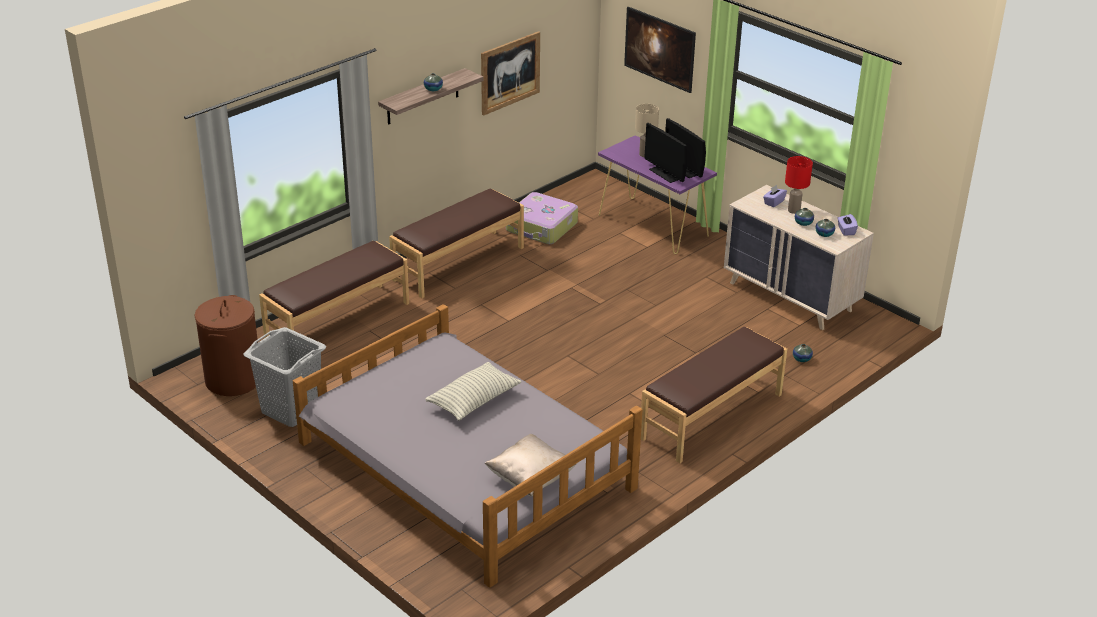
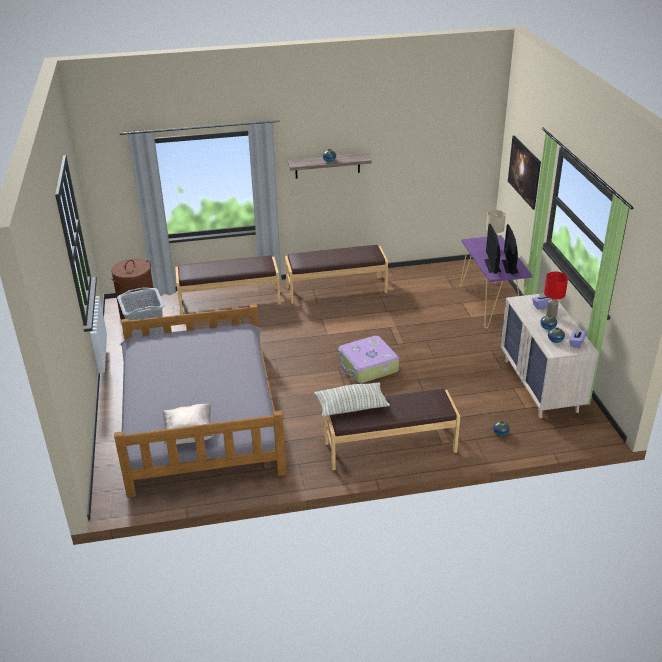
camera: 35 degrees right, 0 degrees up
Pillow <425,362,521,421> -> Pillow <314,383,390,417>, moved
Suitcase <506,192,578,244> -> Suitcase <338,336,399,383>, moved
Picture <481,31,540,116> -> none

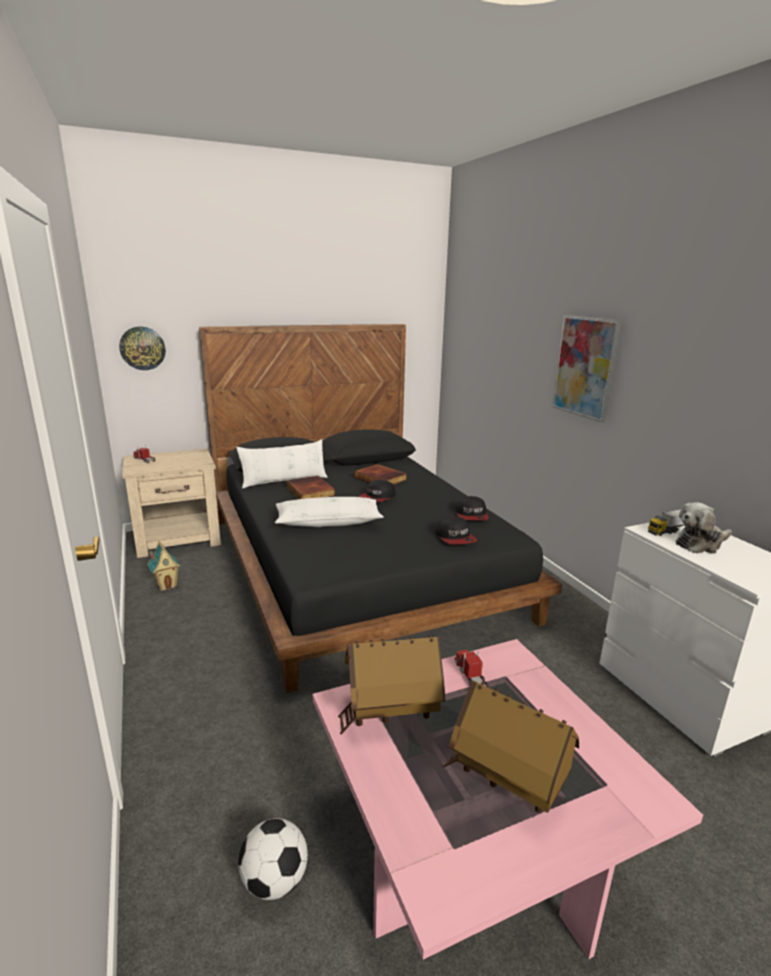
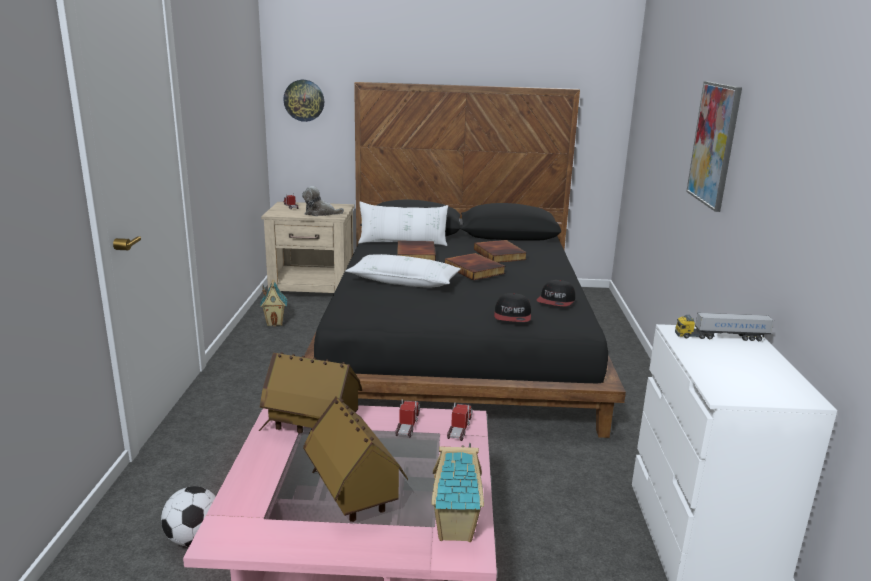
camera: 25 degrees right, 0 degrees up
PlushToy <675,502,732,553> -> PlushToy <302,186,344,216>, moved
none -> ToyHouse <431,443,484,542>
Cap <358,480,396,502> -> Book <445,253,505,280>
none -> ToyTruck <447,402,472,441>

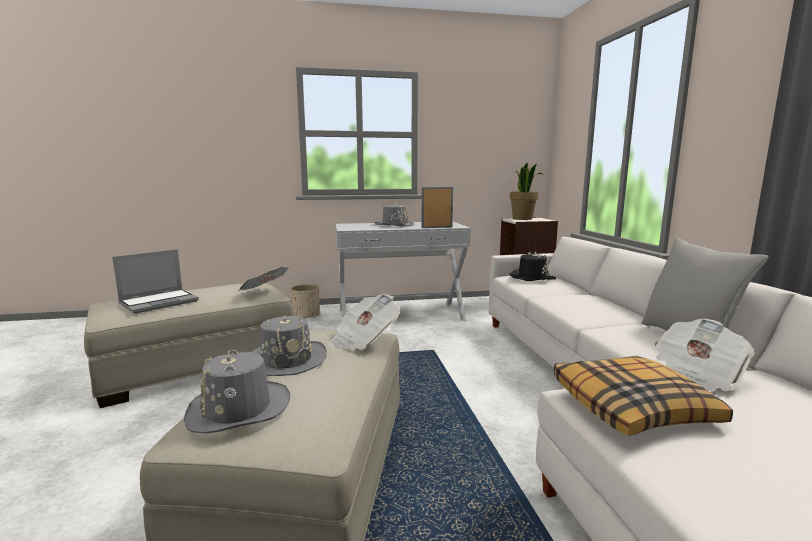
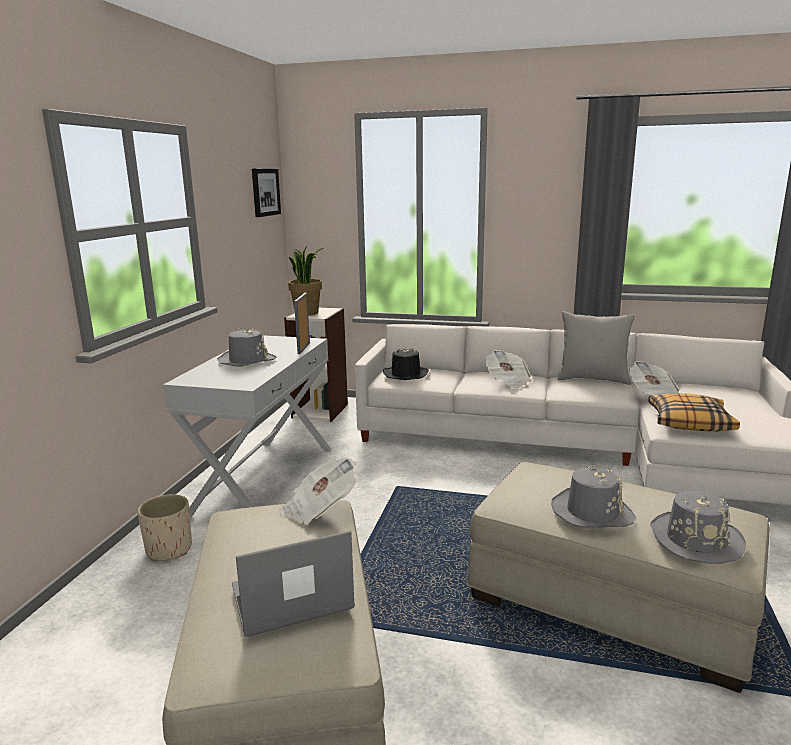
camera: 65 degrees left, 5 degrees up
Laptop <112,249,199,314> -> Laptop <232,531,355,637>, 90 degrees counterclockwise
none -> Picture <252,169,281,217>
Newspaper <328,294,400,350> -> Newspaper <485,350,532,389>, moved

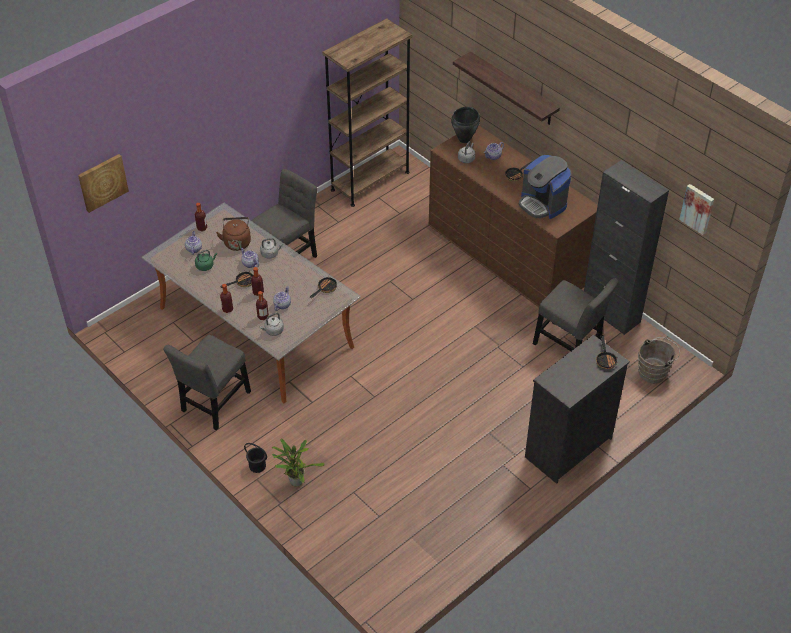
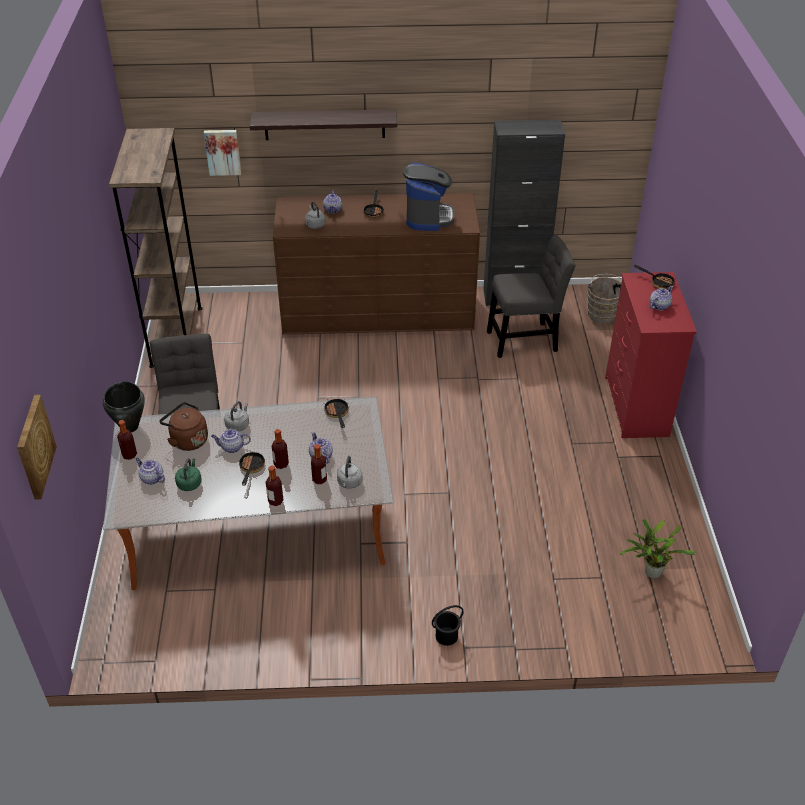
camera: 50 degrees left, 5 degrees down
BlackCookingPot <451,107,480,143> -> BlackCookingPot <103,381,145,432>, moved
Picture <679,184,714,235> -> Picture <204,130,241,176>, moved
CoffeeMachine <518,155,571,219> -> CoffeeMachine <403,163,454,231>, 90 degrees counterclockwise
BlackDresser <525,335,630,484> -> RedDresser <605,272,697,438>
PottedPlant <272,438,325,486> -> PottedPlant <619,519,696,579>, moved
none -> Teapot <650,286,673,310>
GreyChair <163,335,251,431> -> none

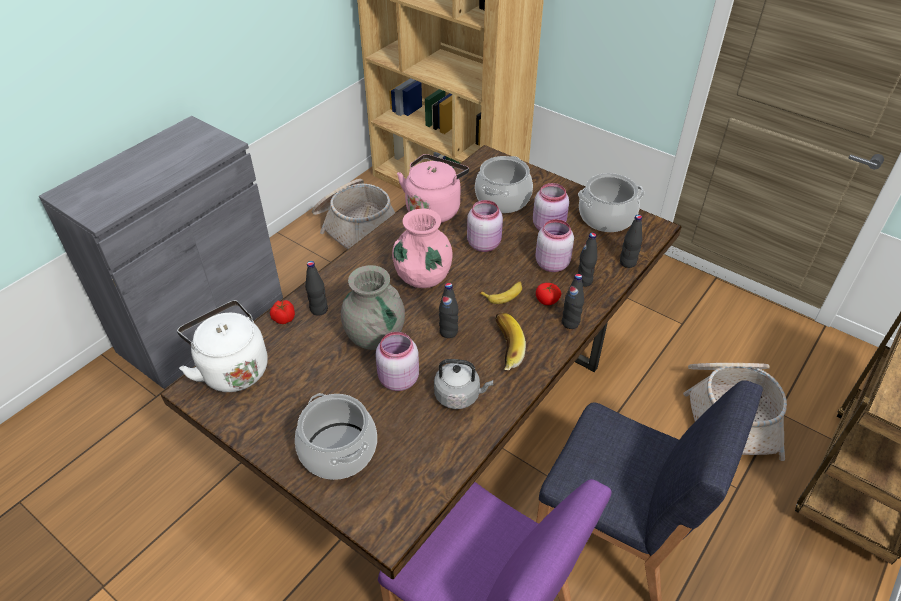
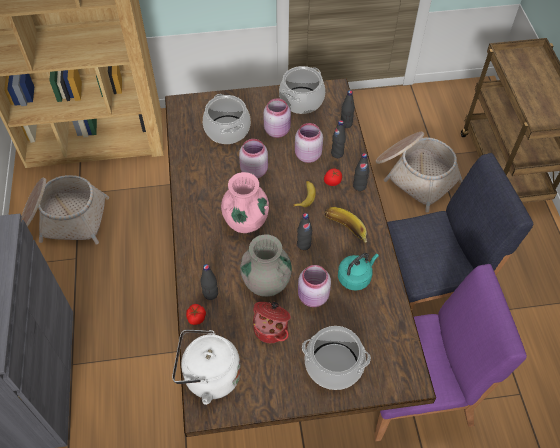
camera: 45 degrees left, 10 degrees up
none -> CookingPot <253,302,291,343>
GreyKettle <434,359,493,409> -> TurquoiseKettle <338,253,379,290>
PinkKettle <397,154,469,223> -> none

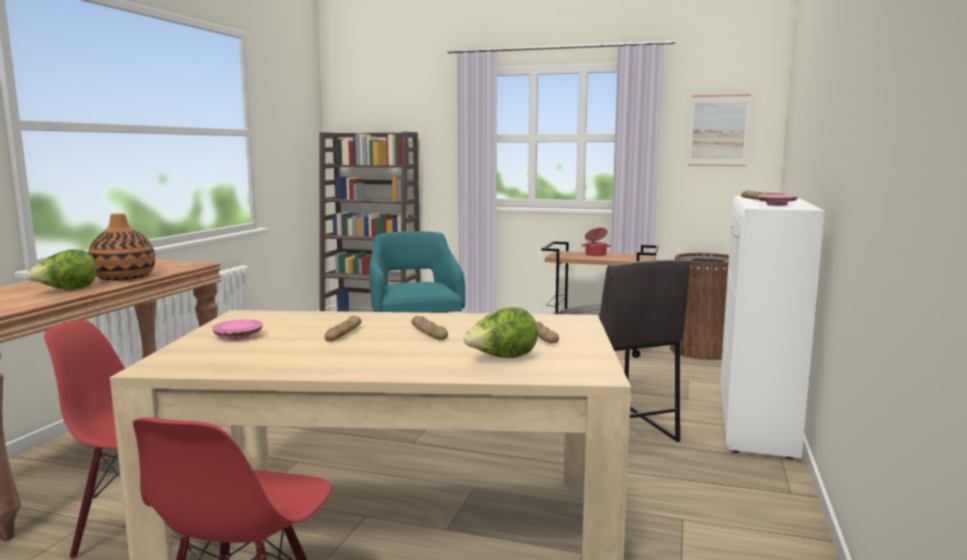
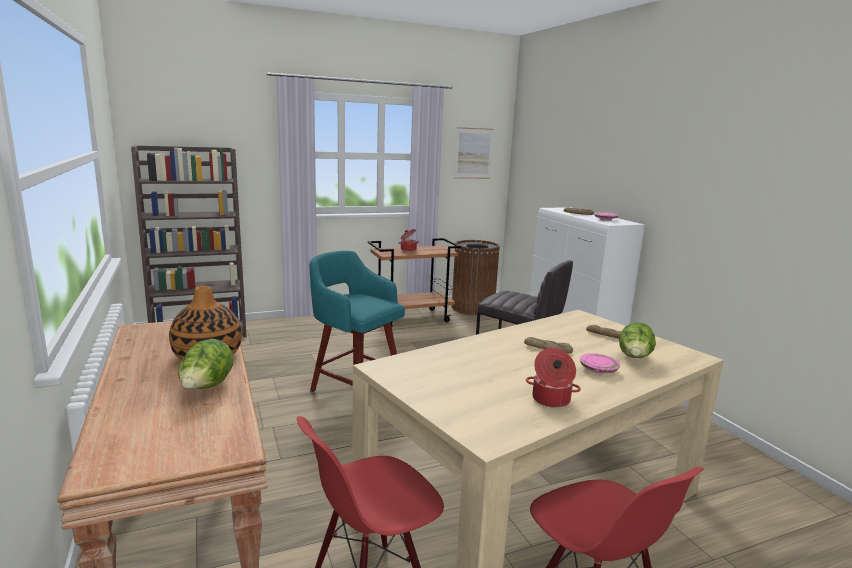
camera: 40 degrees left, 5 degrees up
none -> CookingPot <526,348,581,408>
PinkPlate <212,319,263,340> -> PinkPlate <580,353,620,374>, moved
Bread <325,316,362,342> -> none

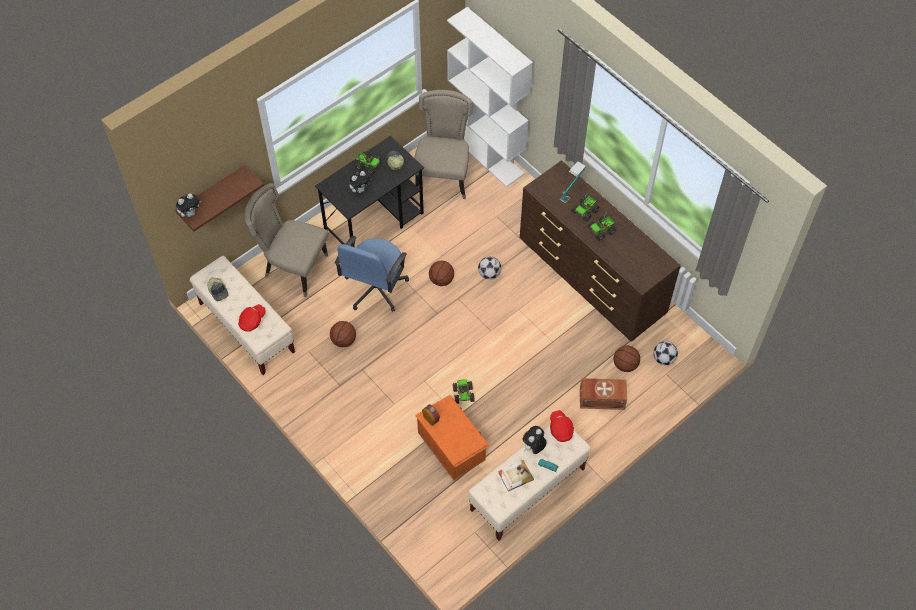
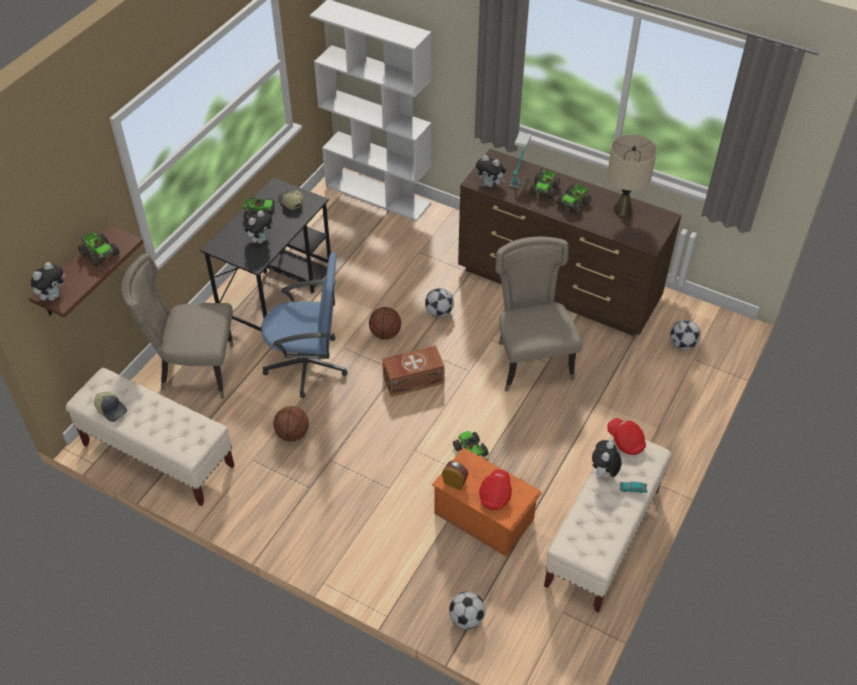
camera: 20 degrees left, 10 degrees down
none -> ToyTruck <78,232,120,267>
BlueOfficeChair <335,236,409,312> -> BlueOfficeChair <261,253,348,398>, 90 degrees counterclockwise
BrownStorageBox <580,378,627,410> -> BrownStorageBox <382,346,445,397>, moved
none -> Football <449,592,486,629>
none -> PlushToy <476,155,506,187>
RedCap <238,304,265,332> -> RedCap <479,469,512,510>, moved
BeigeChair <414,90,473,199> -> BeigeChair <495,236,582,392>, moved
none -> BeigeTableLamp <607,134,657,216>
Book <498,460,534,492> -> none
Basketball <614,345,640,372> -> none

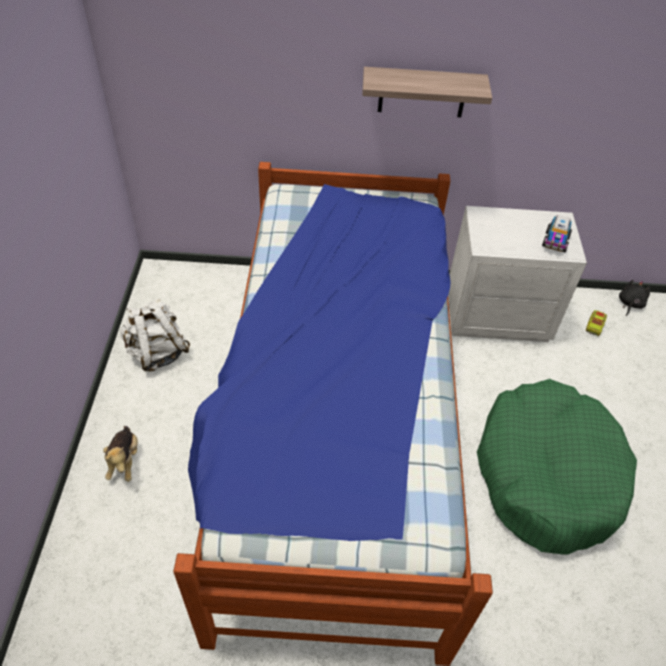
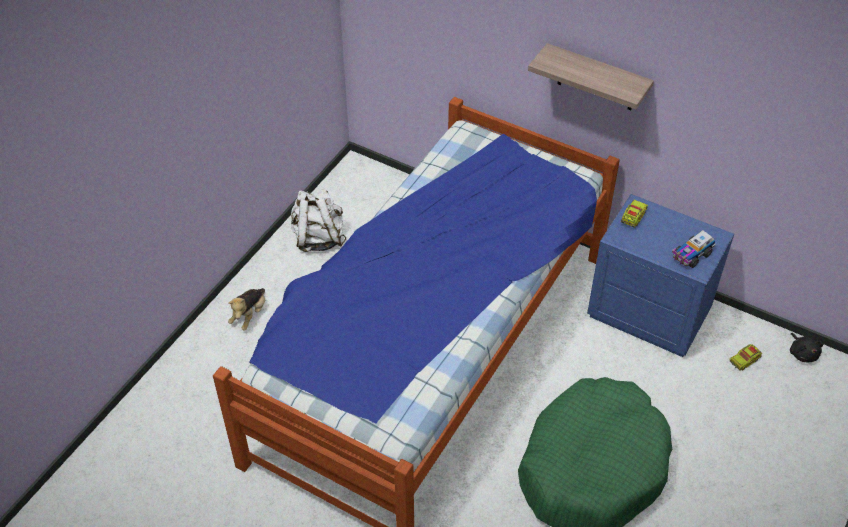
camera: 30 degrees right, 0 degrees up
WhiteNightstand <448,206,587,342> -> BlueNightstand <587,194,734,357>
none -> ToyTruck <621,200,648,228>
BlackPlushToy <619,280,650,316> -> BlackPlushToy <790,333,823,362>, 105 degrees clockwise

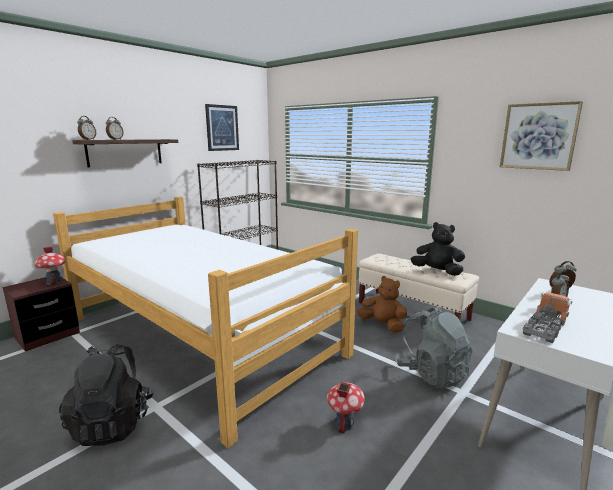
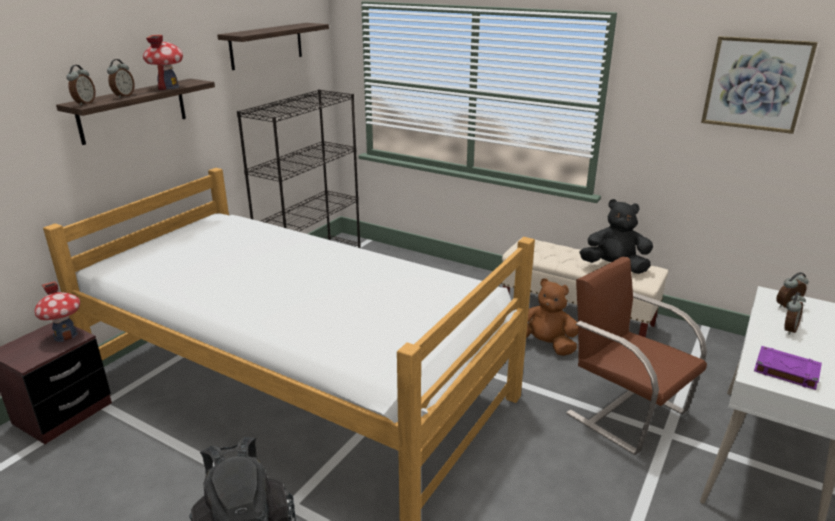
camera: 10 degrees left, 10 degrees up
ToyHouse <327,382,365,434> -> ToyHouse <143,35,183,90>, moved
Picture <205,104,239,151> -> Shelf <217,23,329,70>
GreyBackpack <395,306,472,389> -> BrownChair <566,257,707,455>
ToyTruck <523,292,572,343> -> PurpleBook <754,346,822,390>

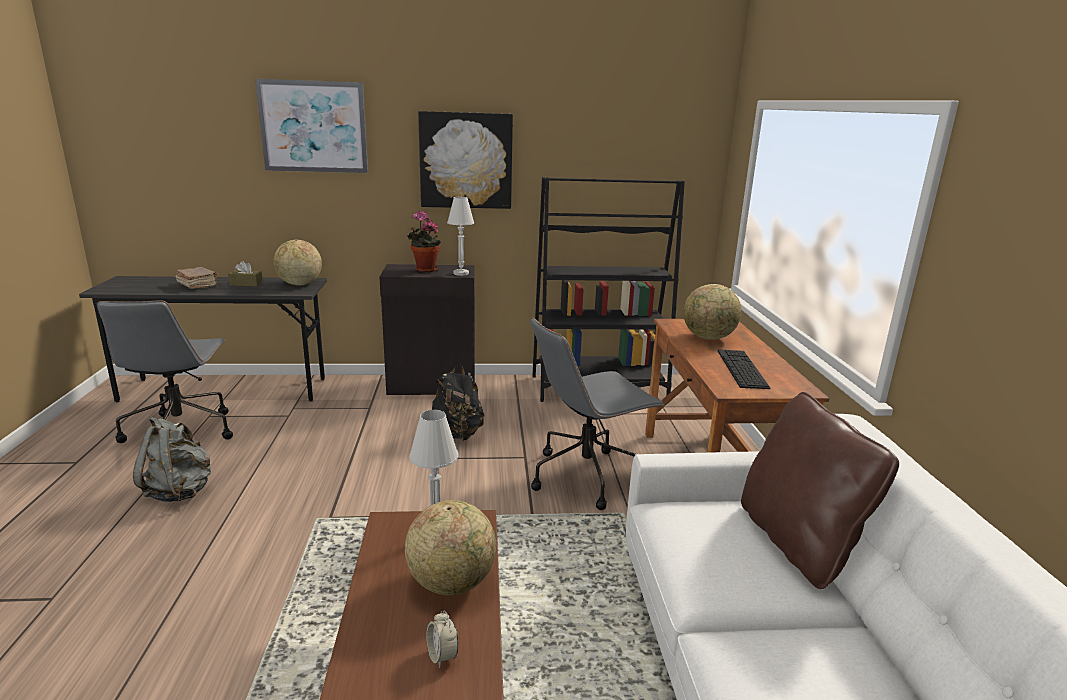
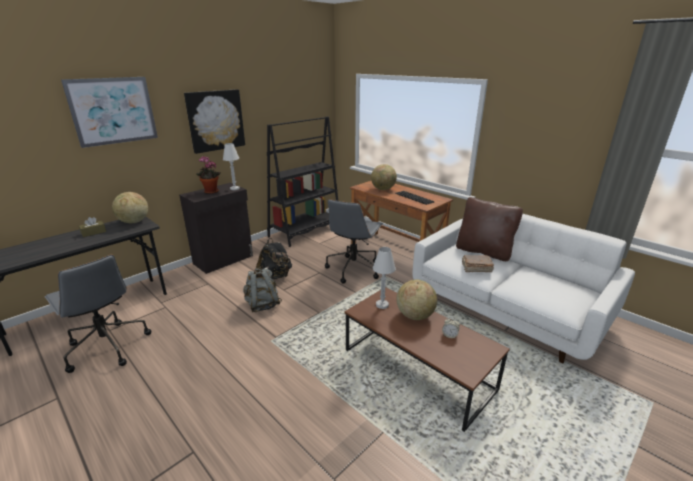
camera: 40 degrees left, 5 degrees up
GreyBackpack <133,417,211,502> -> GreyBackpack <243,267,282,312>, moved
BrownBook <175,267,218,289> -> BrownBook <462,255,494,272>, moved

